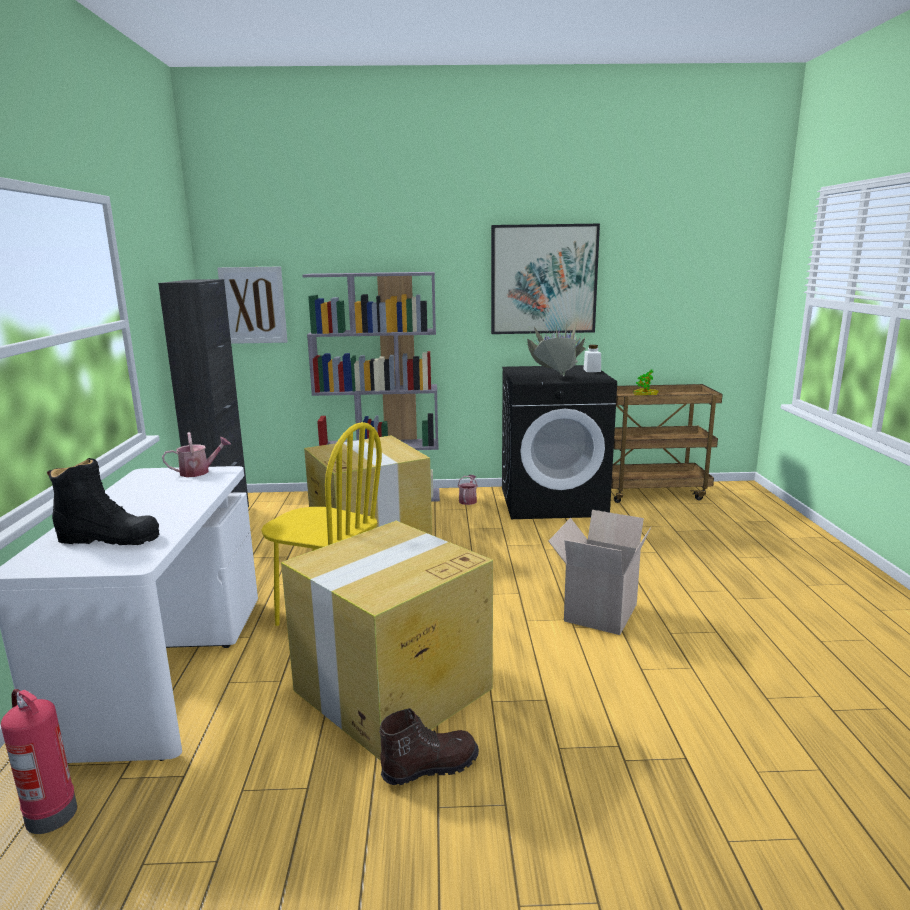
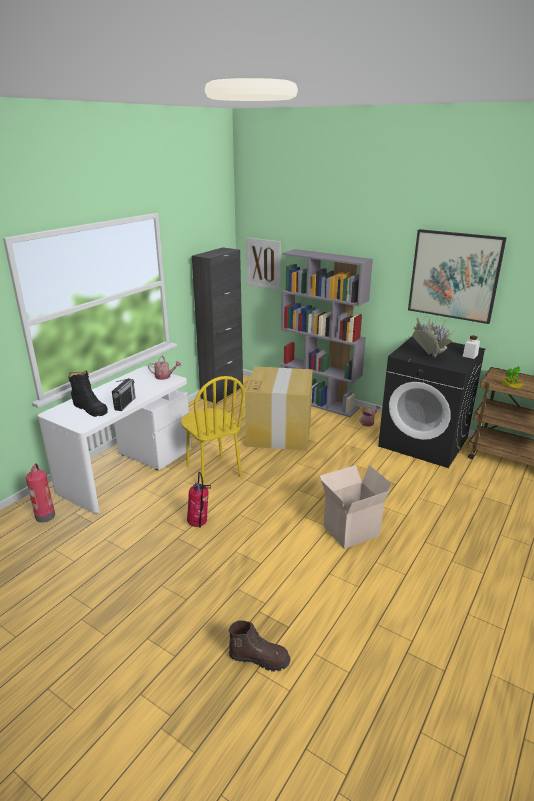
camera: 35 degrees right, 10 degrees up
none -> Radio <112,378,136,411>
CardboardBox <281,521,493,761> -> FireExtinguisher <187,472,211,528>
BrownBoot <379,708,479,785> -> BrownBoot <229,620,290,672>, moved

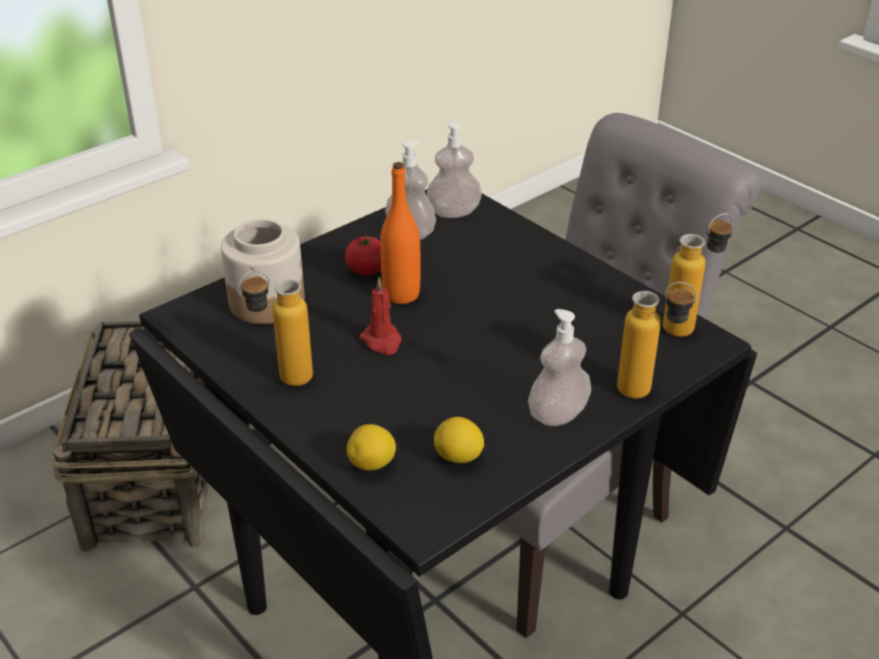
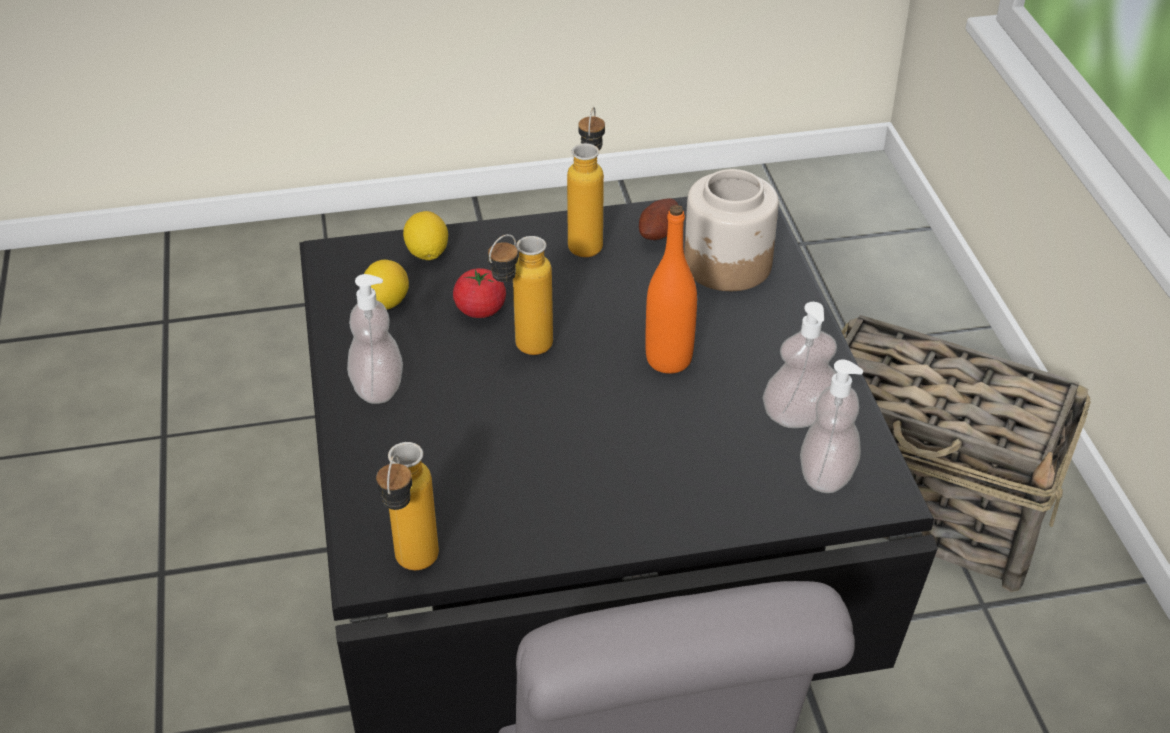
camera: 120 degrees right, 5 degrees up
Tomato <345,234,381,275> -> Tomato <453,268,506,318>, moved
Bottle <617,282,697,399> -> Bottle <488,234,553,355>, moved
none -> Potato <639,198,678,240>
RedCandle <360,277,402,355> -> none

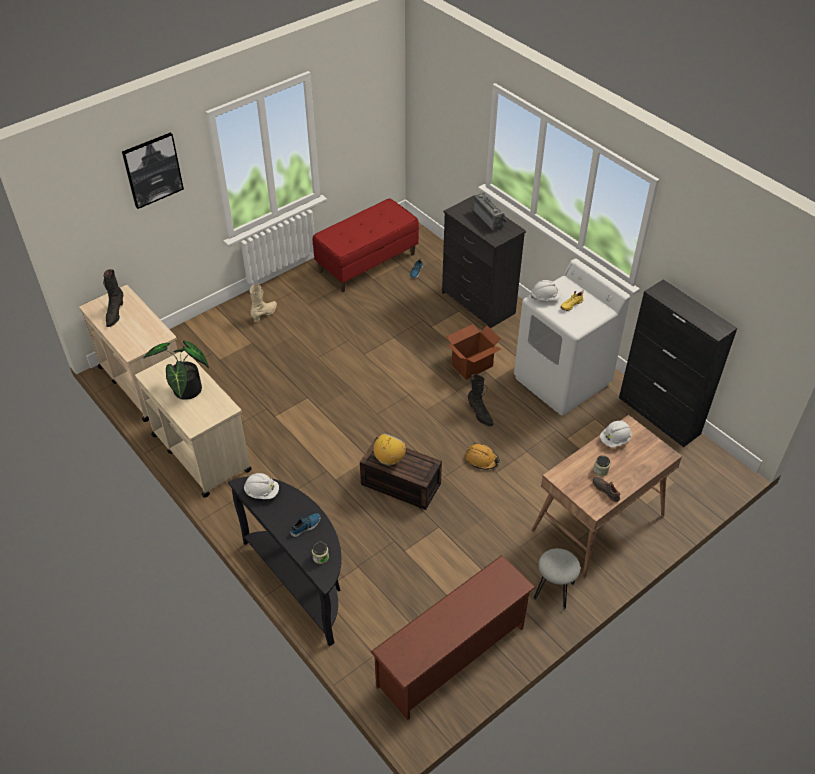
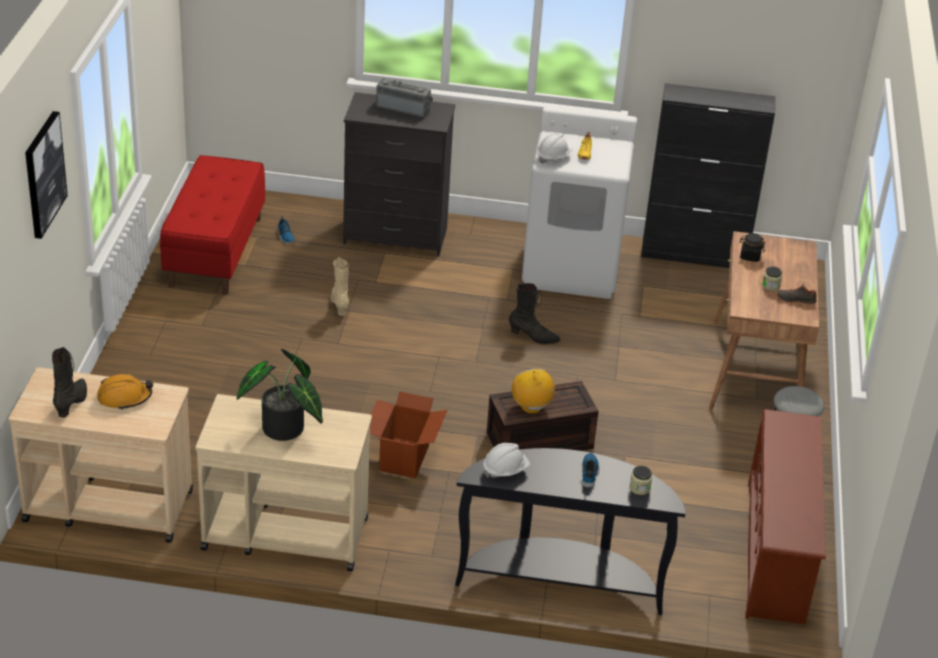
camera: 45 degrees left, 10 degrees down
BlackBoot <103,269,123,327> -> BlackBoot <52,347,87,418>, 135 degrees counterclockwise
OrangeHardHat <465,443,500,470> -> OrangeHardHat <97,374,153,410>, moved
BeigeBoot <250,284,277,322> -> BeigeBoot <331,258,349,316>, moved
CardboardBox <446,324,501,380> -> CardboardBox <370,391,447,479>, moved
WhiteHardHat <600,421,632,447> -> BlackJar <739,233,765,262>

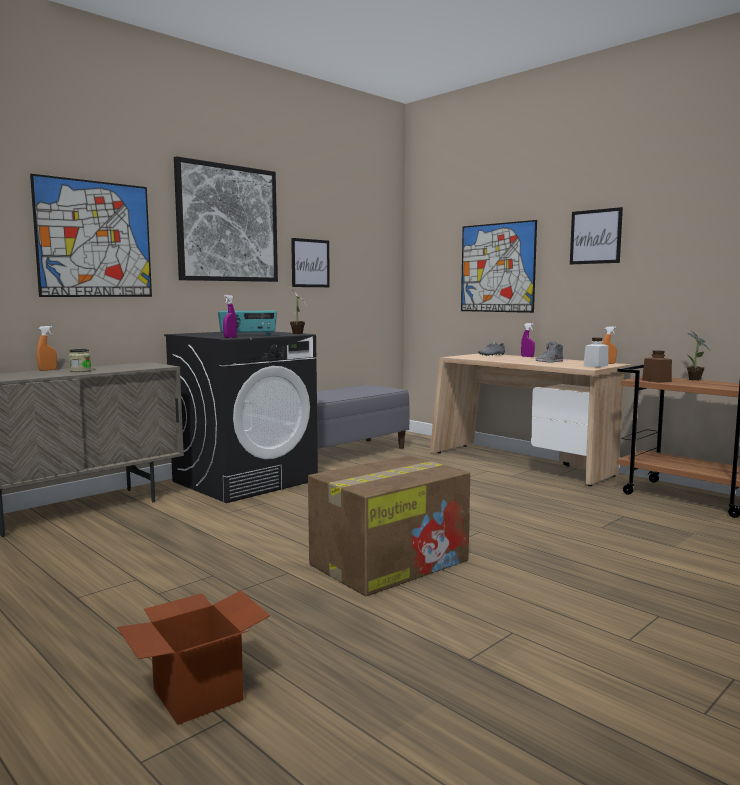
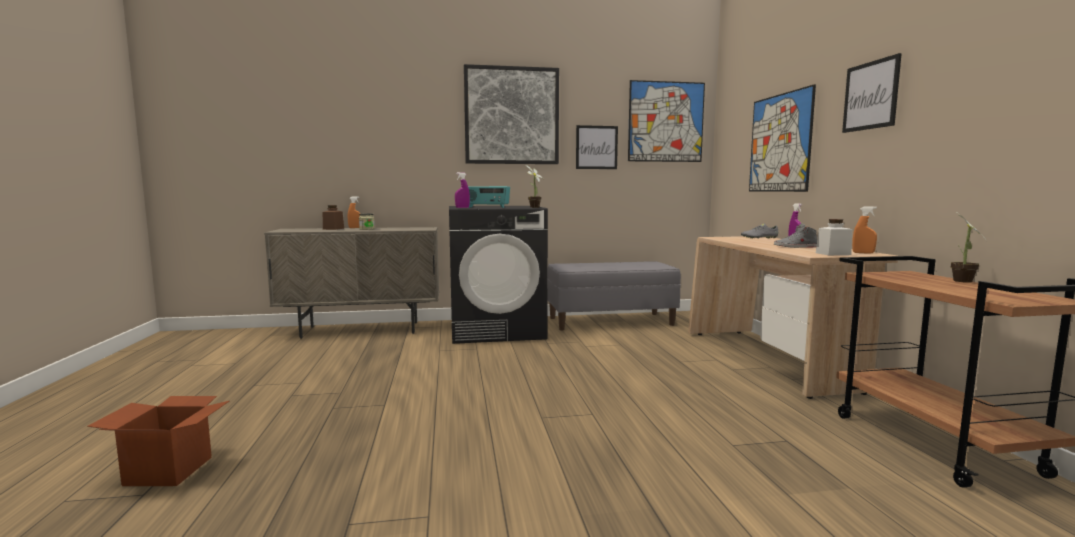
camera: 35 degrees right, 0 degrees up
BrownJar <642,350,672,383> -> BrownJar <323,205,344,230>, moved
Picture <30,174,152,297> -> Picture <628,80,705,162>, moved
CardboardBox <308,455,470,596> -> none

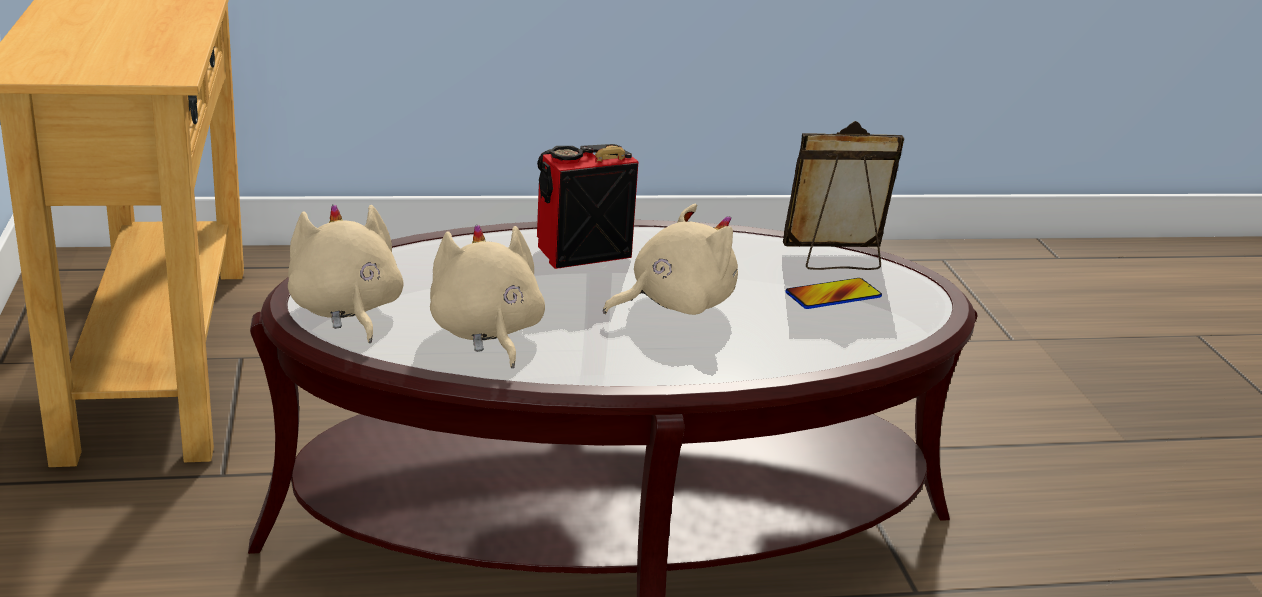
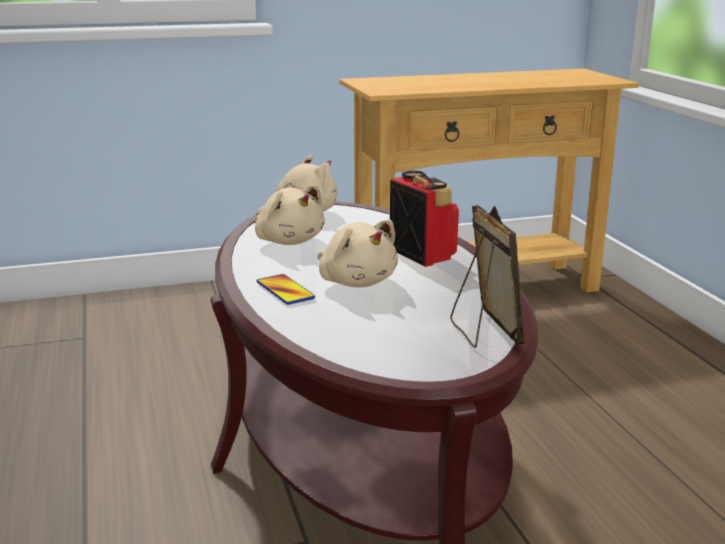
camera: 85 degrees right, 5 degrees down
BeigePlushToy <430,224,545,368> -> BeigePlushToy <255,185,325,245>, 75 degrees clockwise
Phone <785,278,882,309> -> Phone <257,274,315,305>, moved

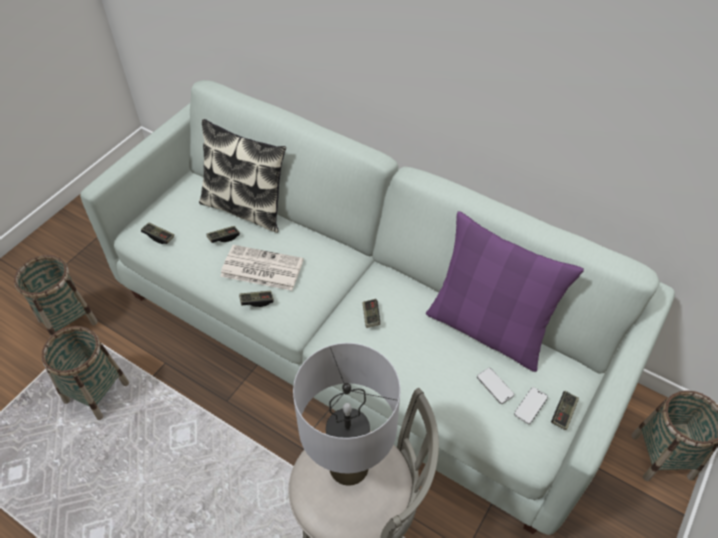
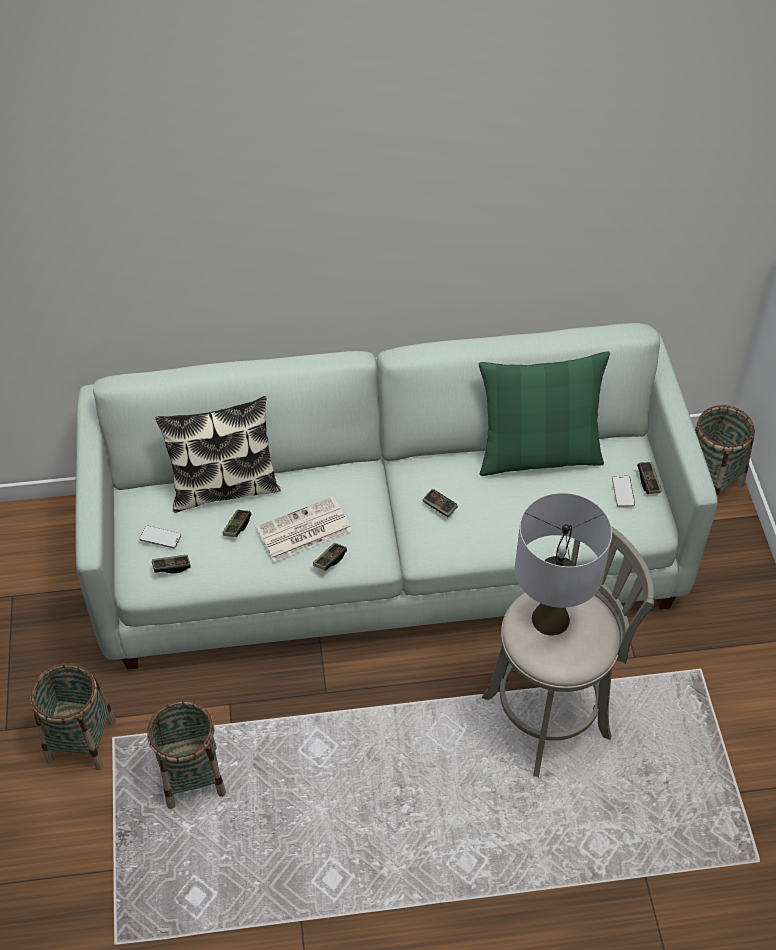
camera: 40 degrees left, 0 degrees up
Phone <477,368,514,404> -> Phone <140,526,181,548>, moved
PurplePillow <426,211,584,372> -> GreenPillow <479,352,610,476>

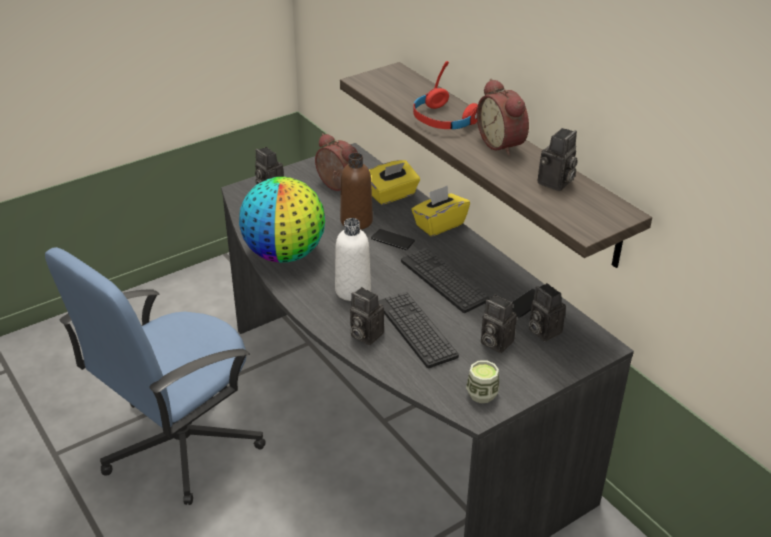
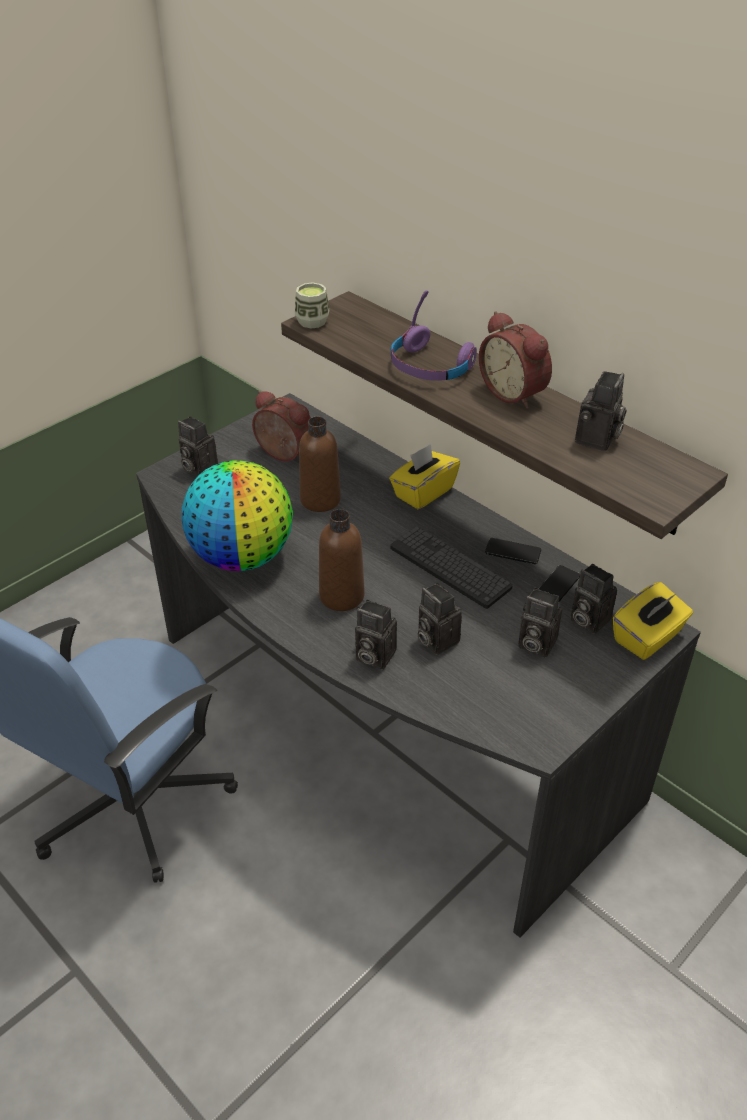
camera: 10 degrees left, 5 degrees up
Cup <466,360,499,403> -> Cup <295,282,329,328>, moved
WhiteBottle <335,218,371,301> -> BrownBottle <319,509,365,611>
RedHeadphones <413,61,478,129> -> PurpleHeadphones <390,290,477,381>
Keyboard <378,291,459,368> -> PhotoCamera <417,583,462,655>
Phone <371,229,415,250> -> Phone <485,538,541,564>, moved
YellowTissueBox <369,160,420,205> -> YellowTissueBox <613,582,693,660>, moved

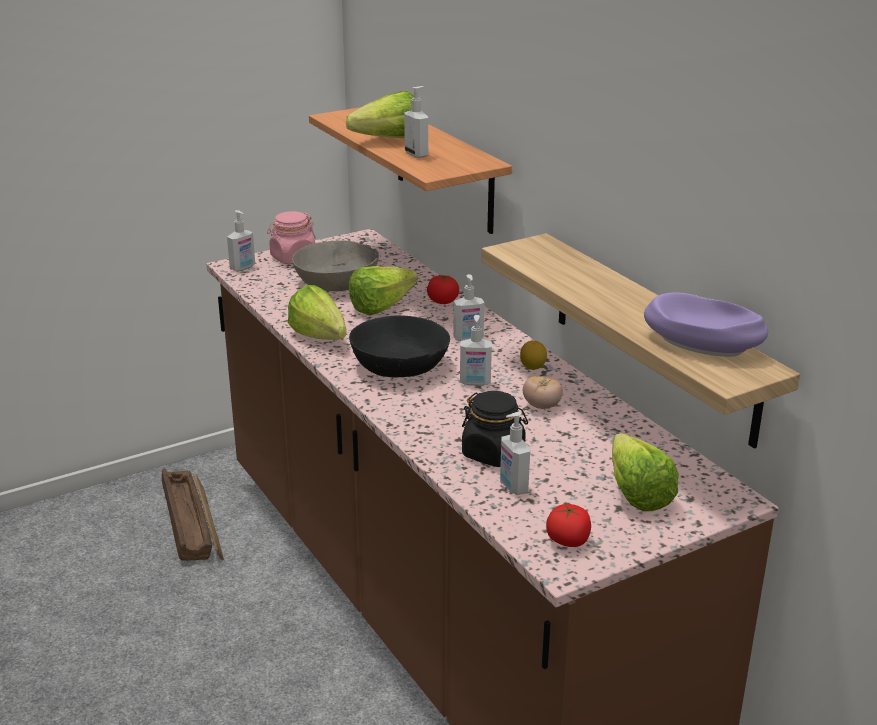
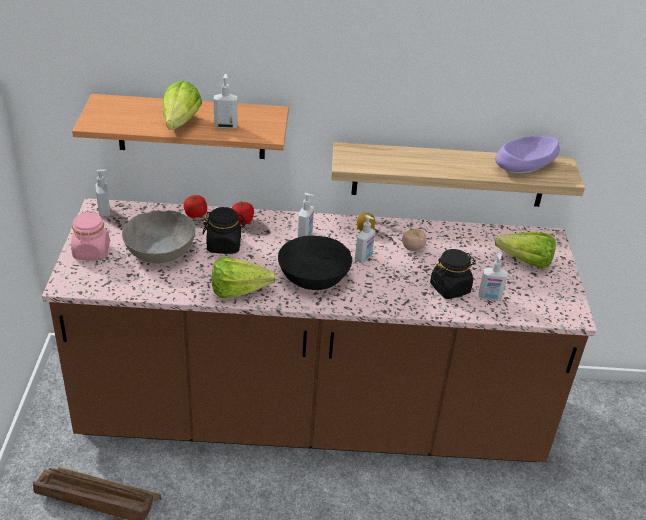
camera: 60 degrees left, 10 degrees up
SoapDispenser <227,210,255,272> -> SoapDispenser <95,170,110,217>, moved
Tomato <546,504,591,547> -> Tomato <184,195,207,218>, moved
Lettuce <349,266,418,315> -> BlackJar <202,207,246,254>

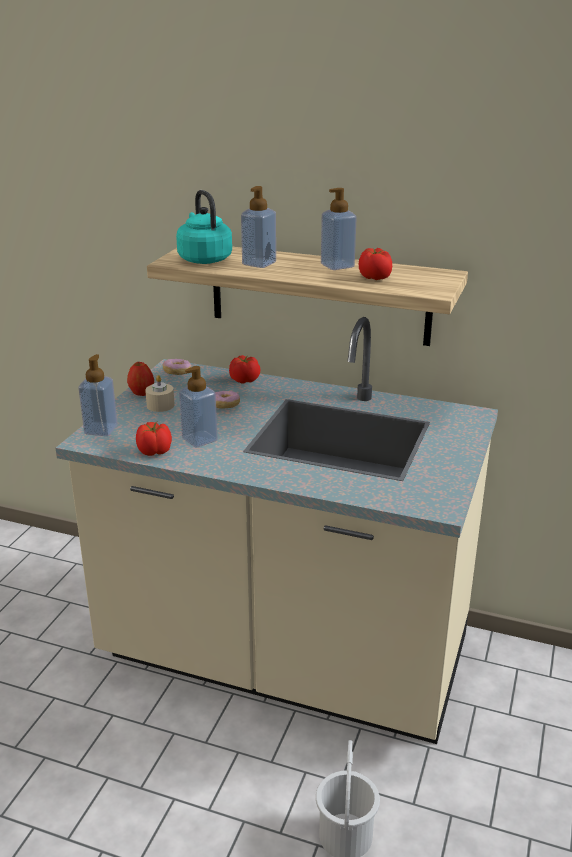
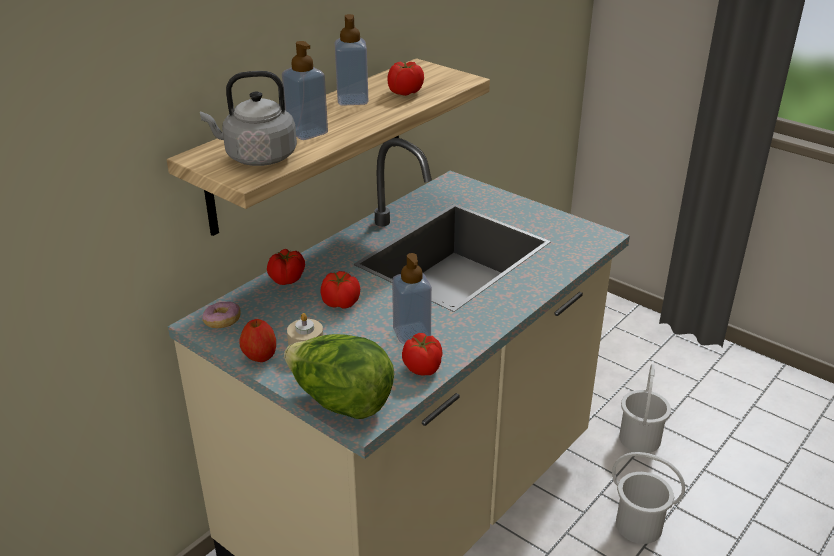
camera: 70 degrees left, 5 degrees up
TurquoiseKettle <176,190,232,264> -> GreyKettle <200,71,297,166>
SoapDispenser <79,354,118,436> -> Lettuce <284,334,394,419>
Donut <215,391,240,409> -> Tomato <321,271,360,309>
none -> WhiteBucket <619,364,671,453>

